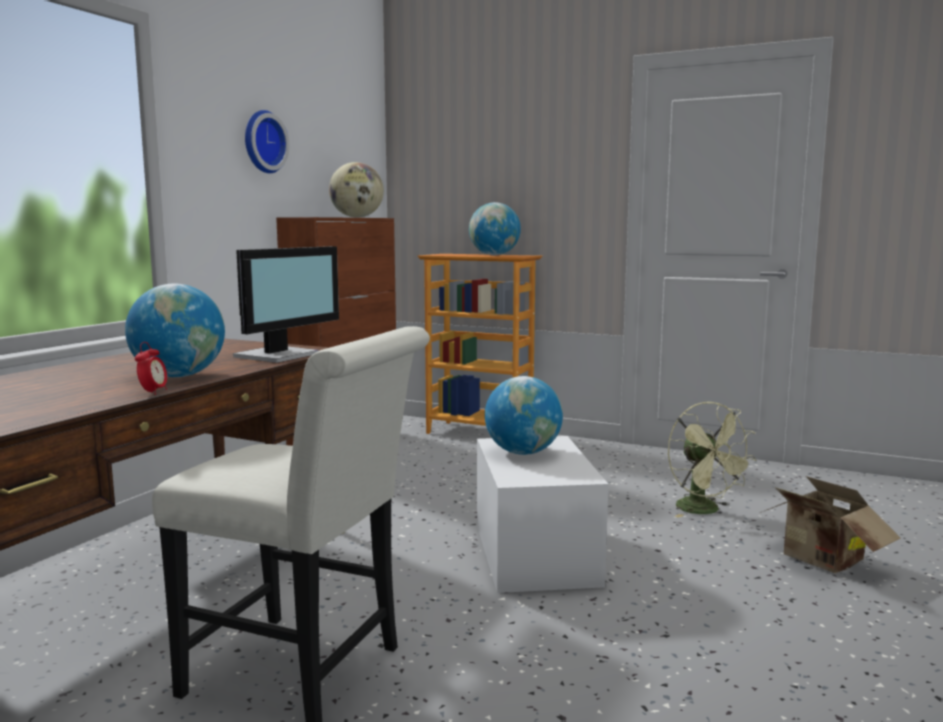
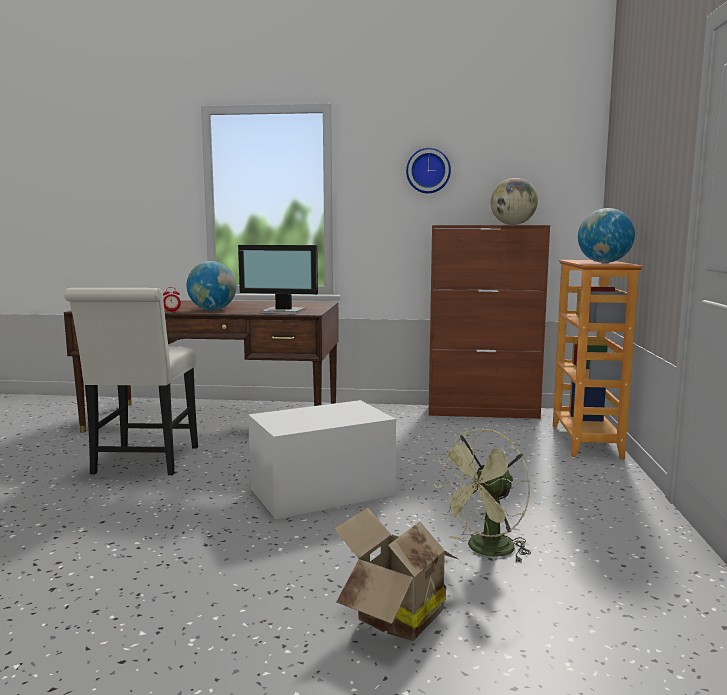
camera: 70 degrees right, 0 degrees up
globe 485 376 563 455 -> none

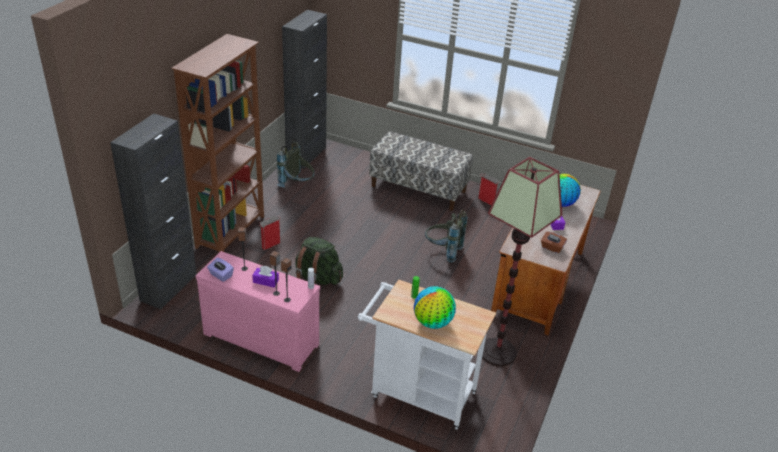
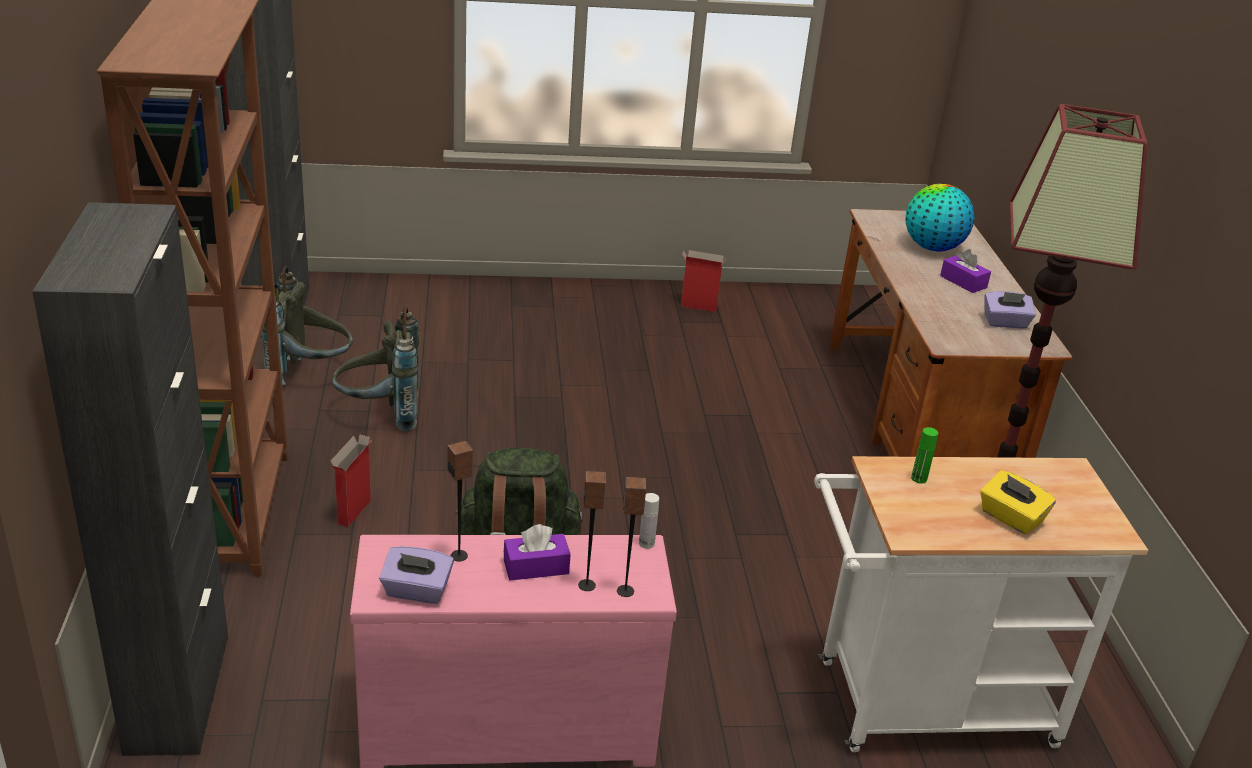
camera: 30 degrees left, 5 degrees down
bench 369 131 473 211 -> none
grey backpack 425 209 467 263 -> grey backpack 332 306 419 431, move
globe 414 286 456 329 -> yellow tissue box 980 470 1056 535
brown tissue box 541 232 567 253 -> purple tissue box 984 291 1036 329

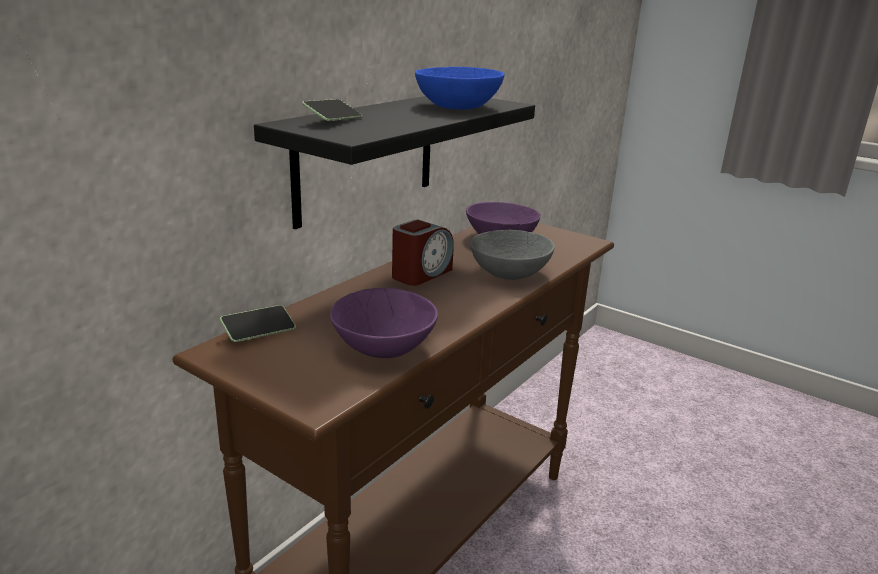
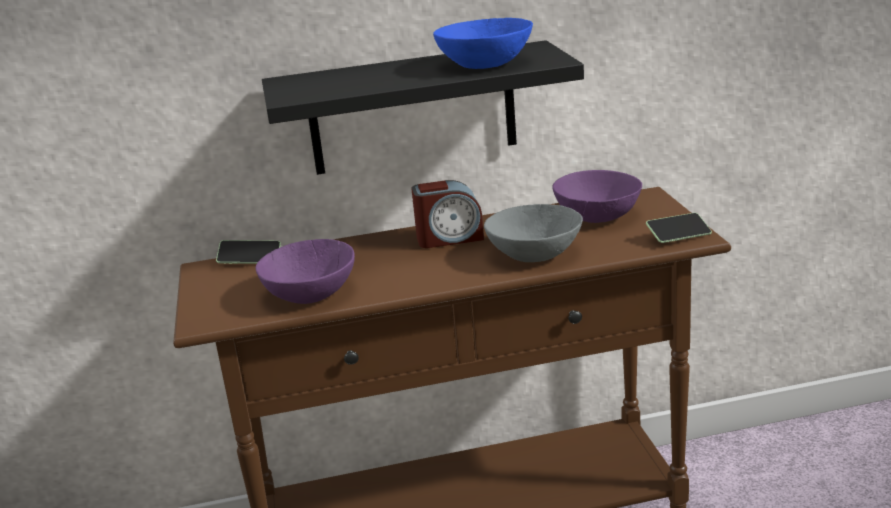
camera: 45 degrees right, 0 degrees up
phone 302 99 362 121 -> phone 646 213 712 243, move

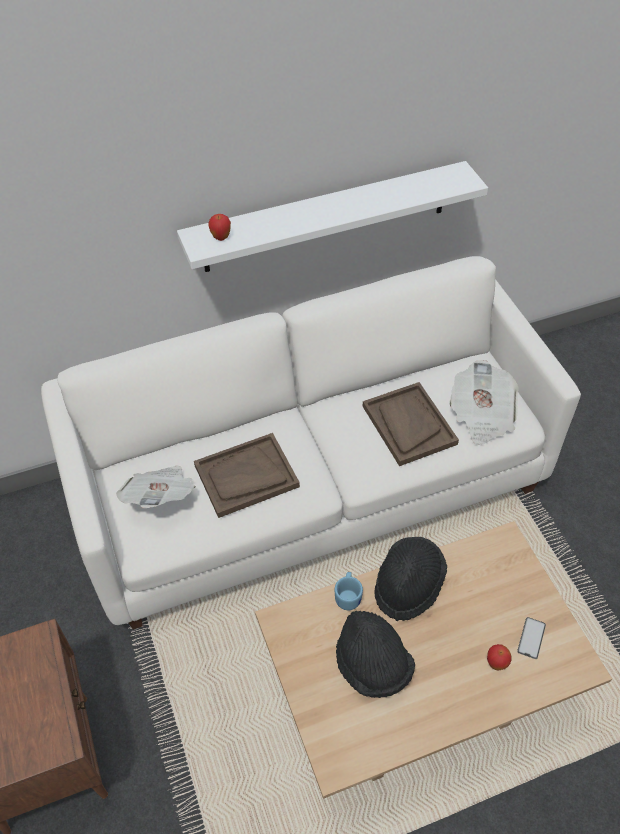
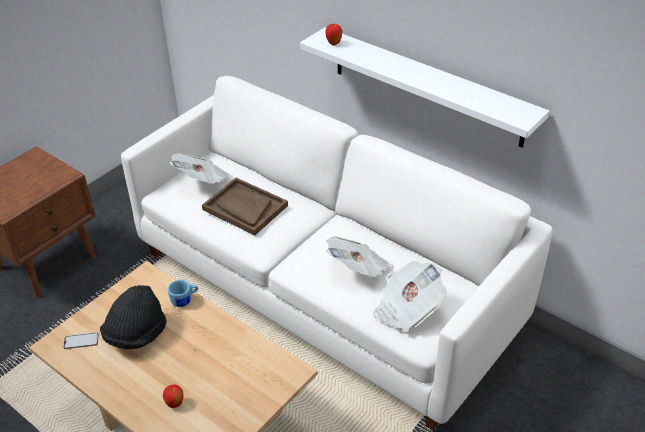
camera: 60 degrees right, 10 degrees down
black hat 374 537 447 621 -> none
phone 517 617 546 659 -> phone 64 332 99 349, move
brown tray 363 382 459 466 -> newspaper 326 236 393 278

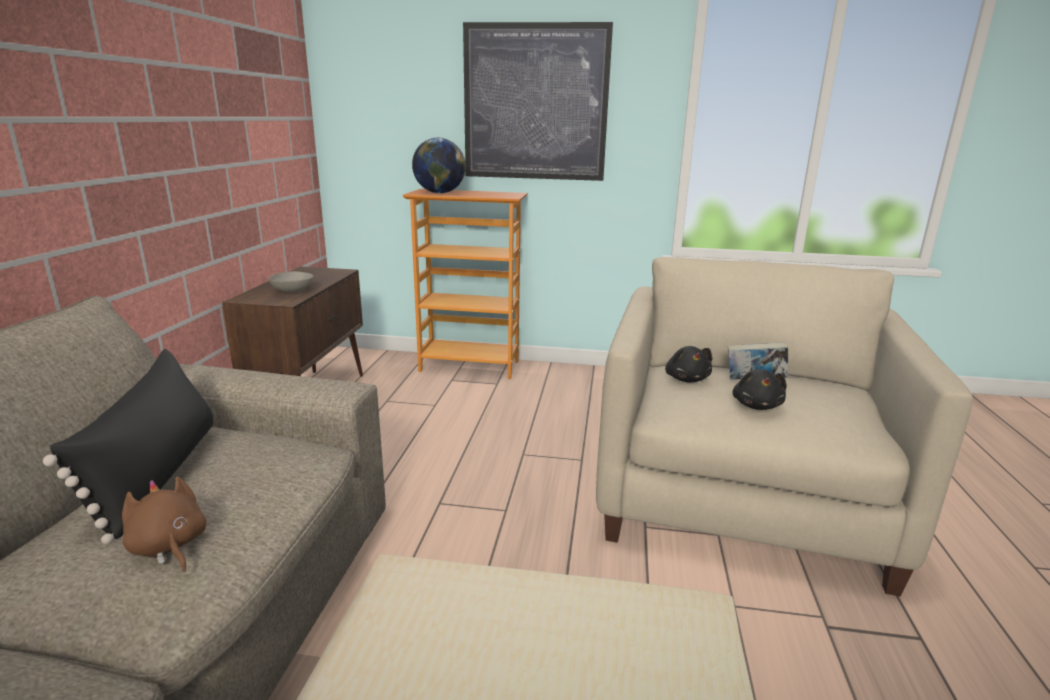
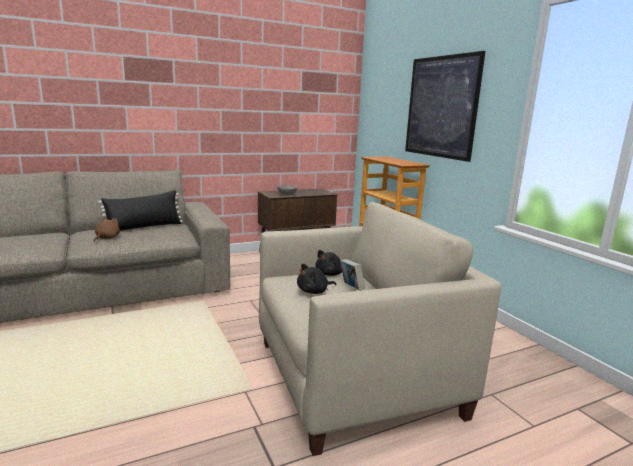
camera: 55 degrees right, 5 degrees down
globe 412 138 466 193 -> none

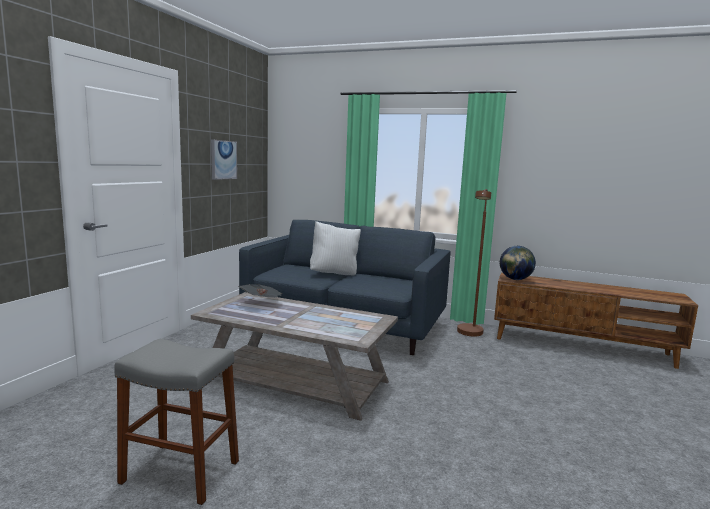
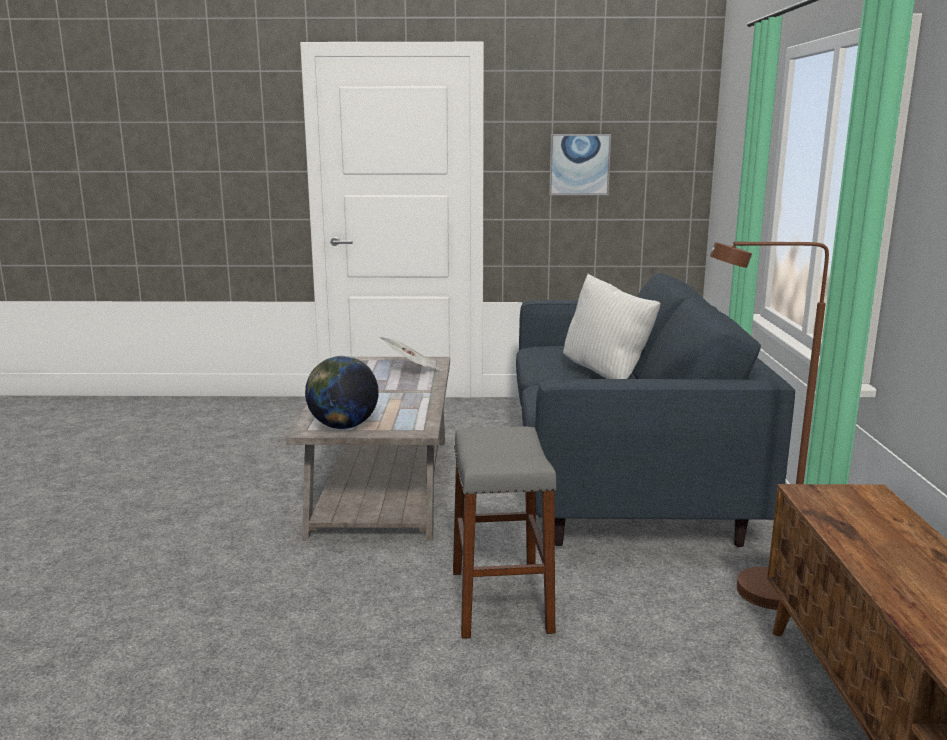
camera: 70 degrees right, 5 degrees up
grey stool 114 339 239 505 -> grey stool 453 426 557 639, move
globe 500 246 536 280 -> globe 305 356 379 429, move

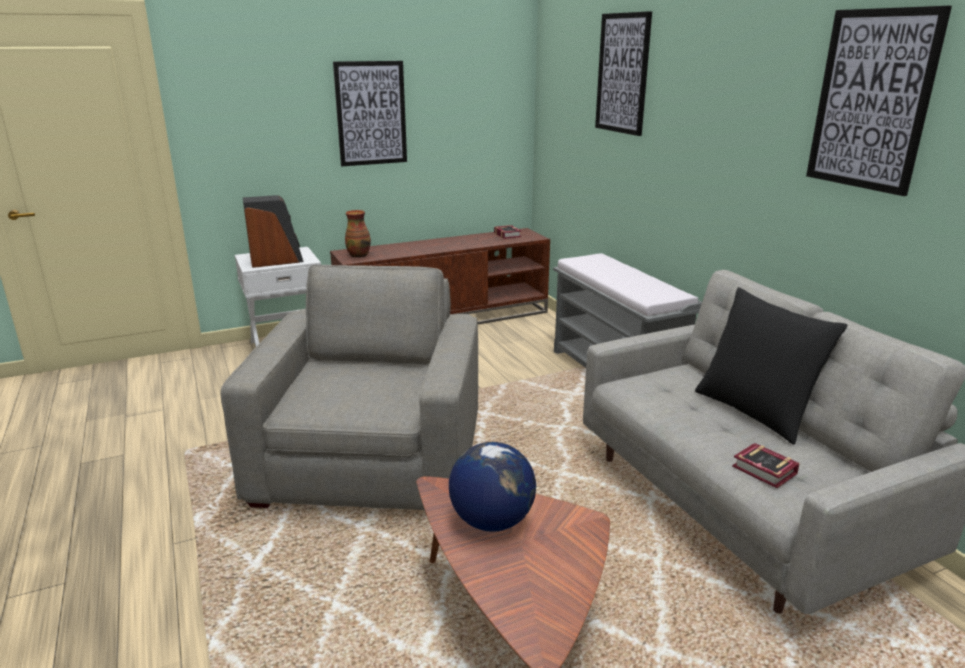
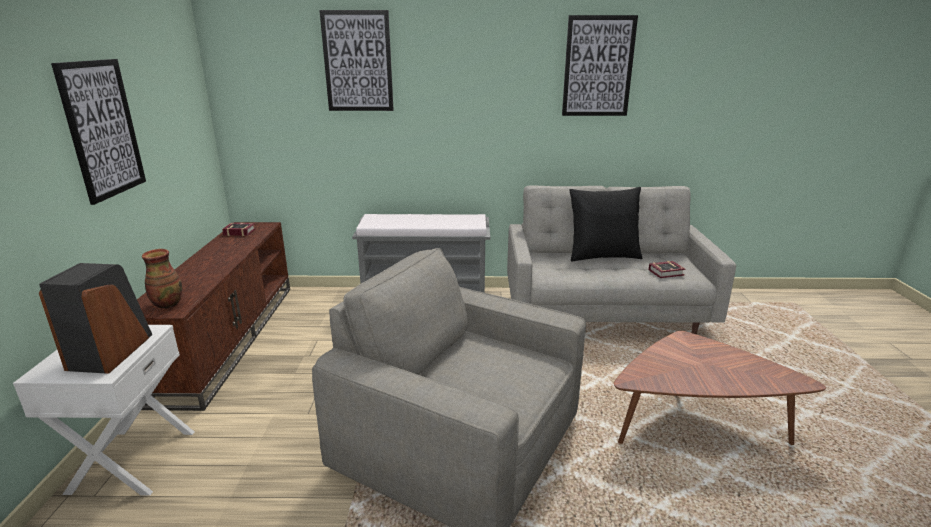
camera: 65 degrees left, 0 degrees up
globe 449 442 536 532 -> none

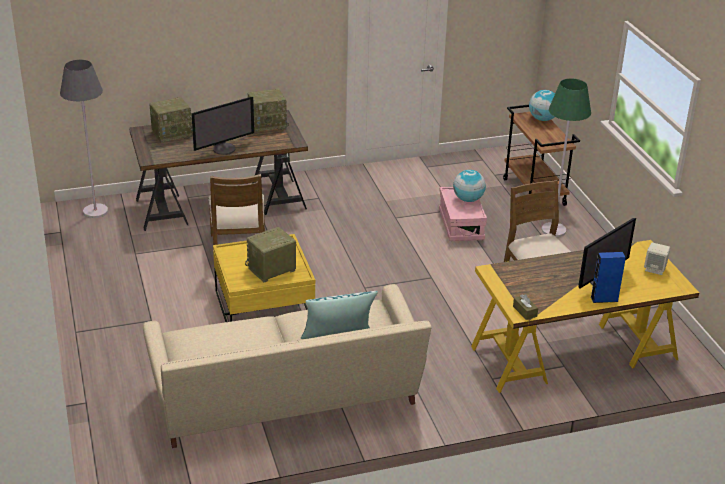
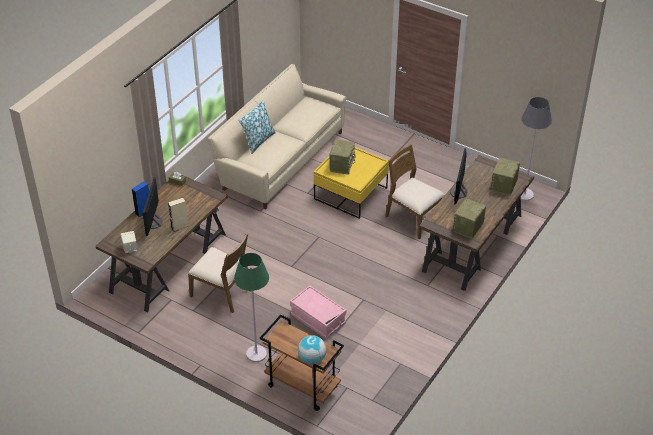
camera: 140 degrees right, 10 degrees up
globe 453 170 486 202 -> none
none -> beige speaker 168 198 189 232
yellow desk 471 240 699 393 -> brown desk 96 175 228 312

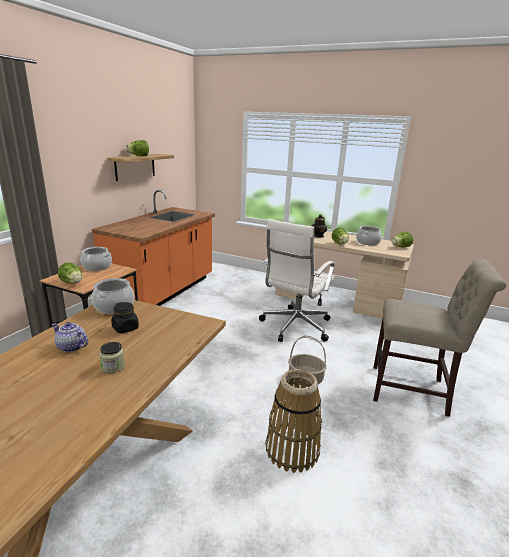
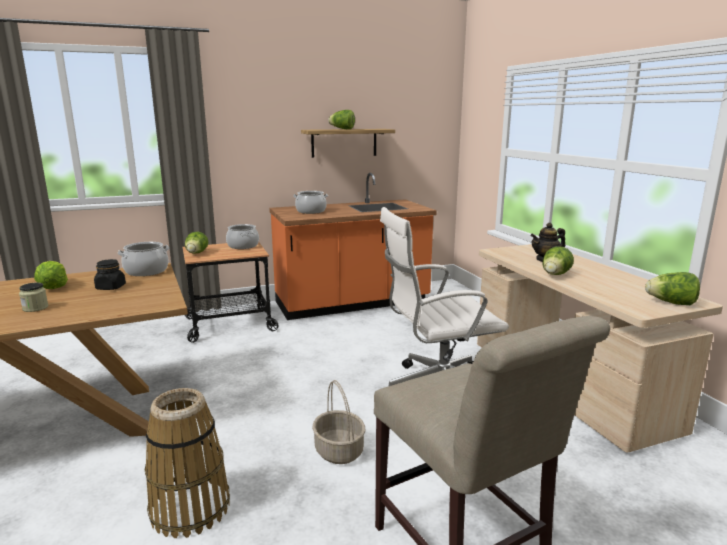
camera: 45 degrees right, 5 degrees down
cooking pot 356 226 382 246 -> cooking pot 293 191 328 214, move
teapot 51 322 88 352 -> lettuce 34 261 68 289

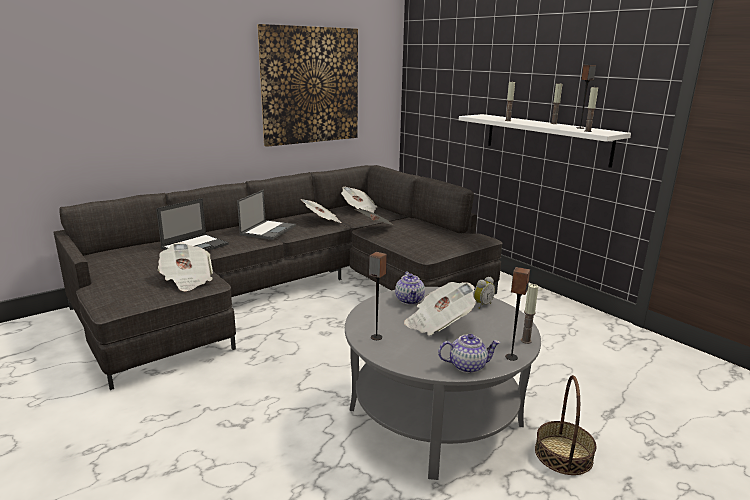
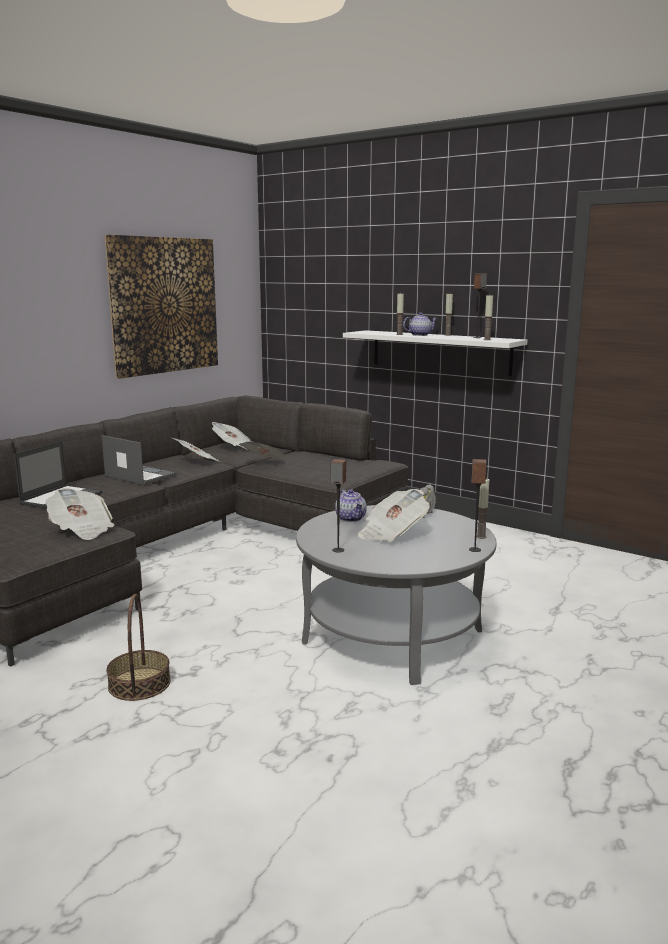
camera: 15 degrees left, 5 degrees down
teapot 438 334 500 373 -> teapot 403 313 438 336, move
basket 535 375 596 475 -> basket 106 594 171 701, move
laptop 237 190 296 240 -> laptop 102 435 177 485, 60 degrees counterclockwise

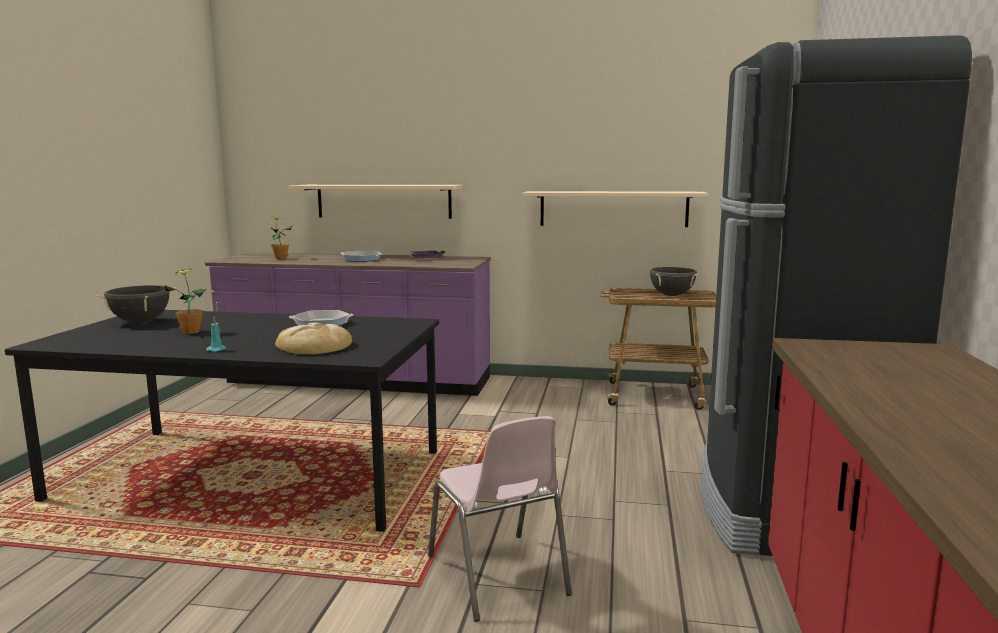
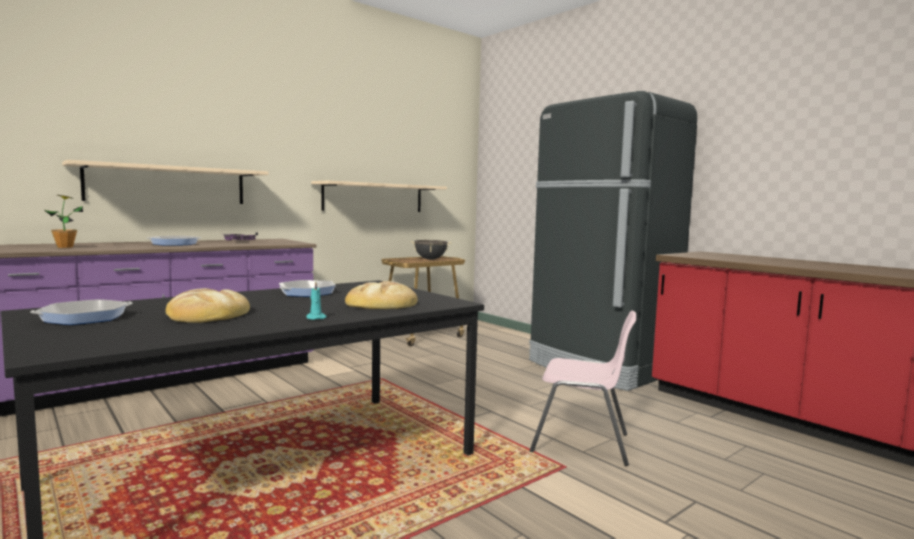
camera: 50 degrees left, 5 degrees down
black cooking pot 96 285 176 323 -> frying pan 30 299 132 325
potted plant 165 268 206 334 -> bread 166 288 250 323

